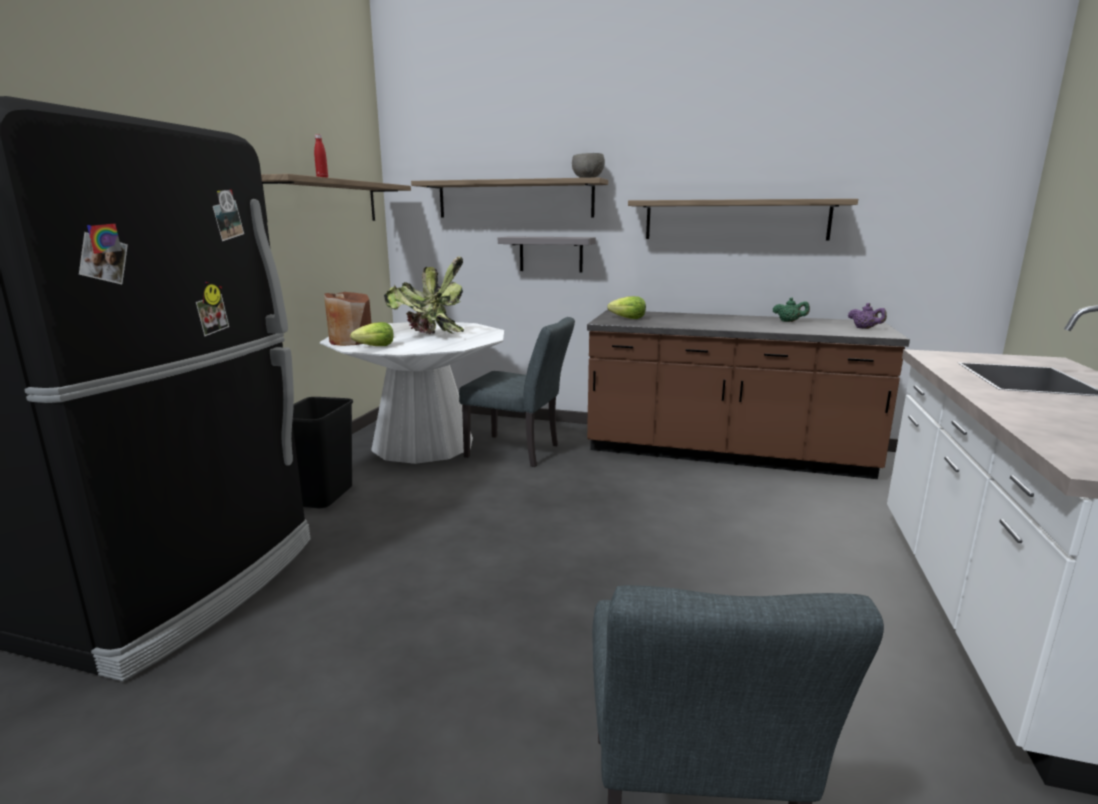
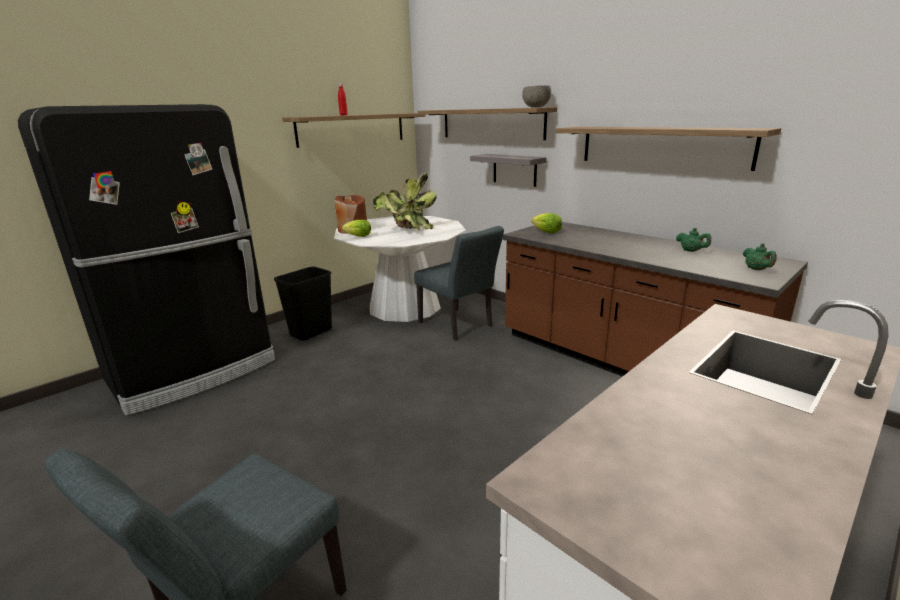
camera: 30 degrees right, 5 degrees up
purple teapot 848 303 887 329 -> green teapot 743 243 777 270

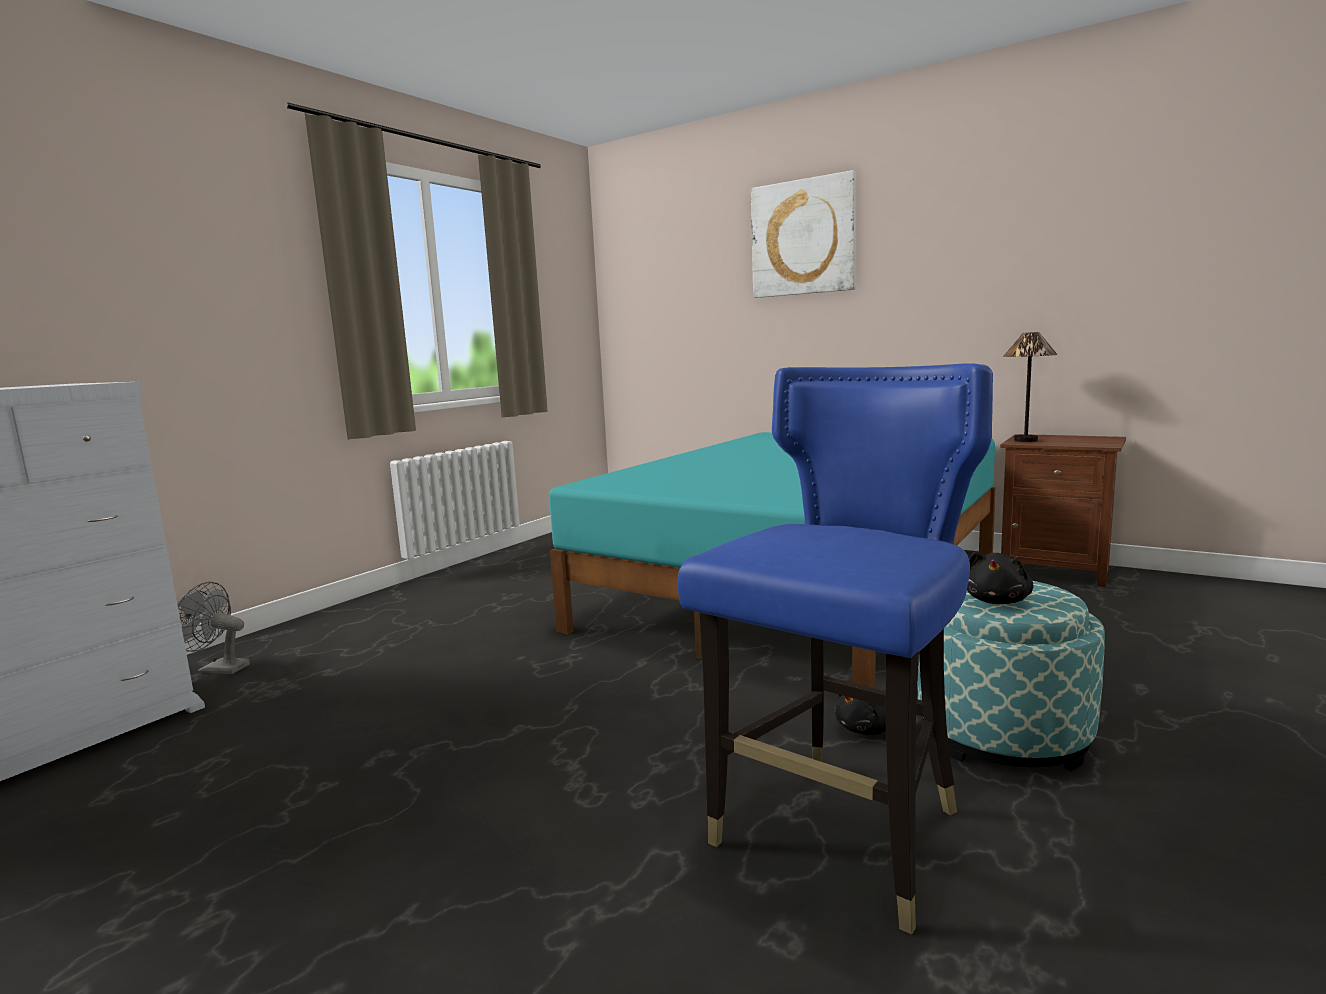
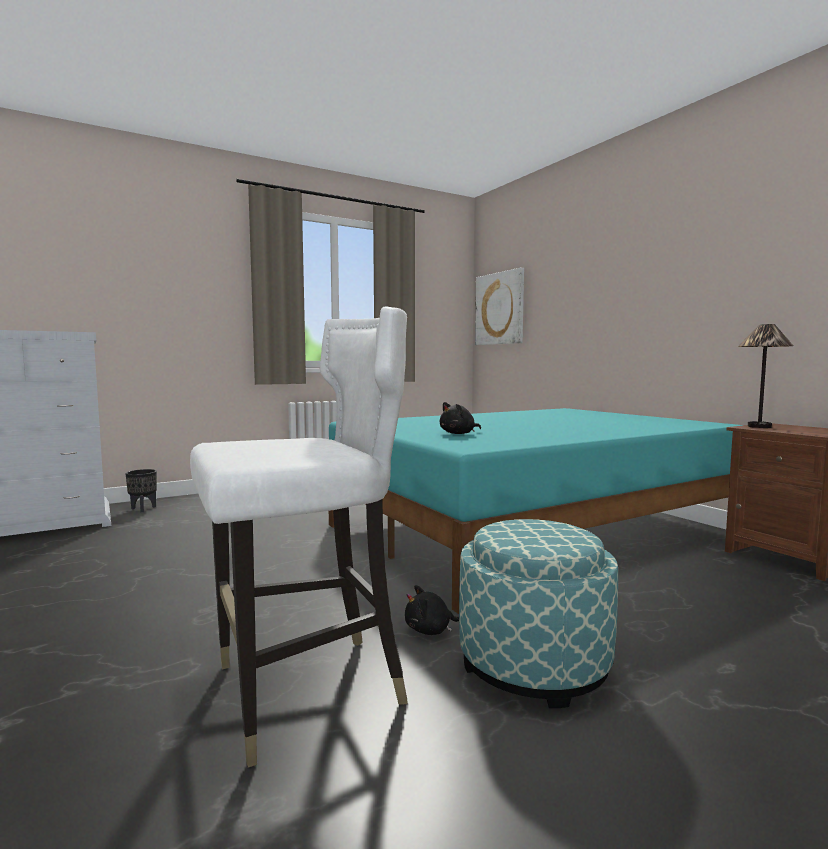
camera: 25 degrees right, 5 degrees down
picture 751 170 856 298 -> picture 475 267 524 345, move
black plush toy 967 551 1033 604 -> black plush toy 439 402 481 434, move
grey fan 177 582 250 674 -> black planter 125 469 157 512
blue chair 677 363 993 934 -> white chair 190 306 407 768

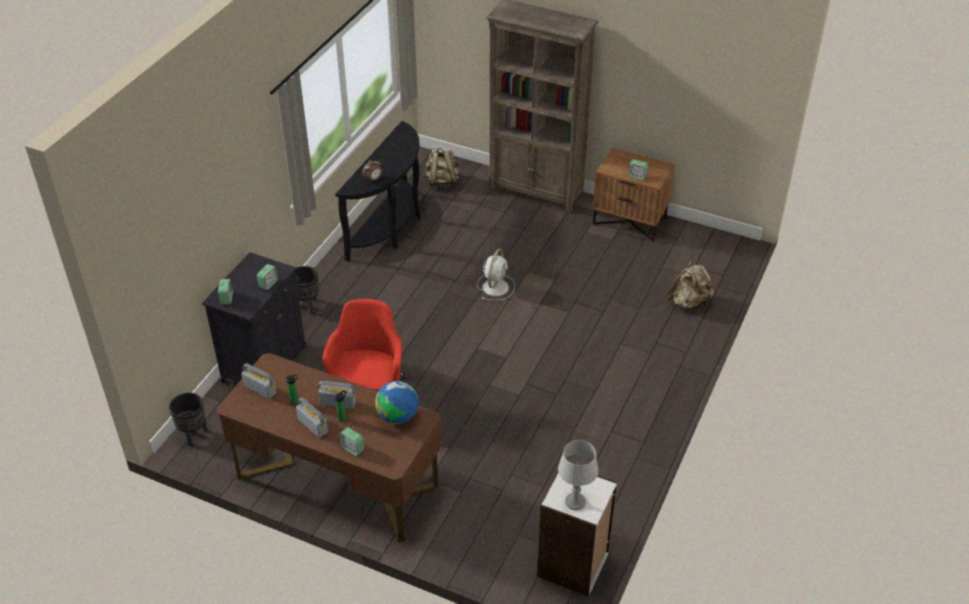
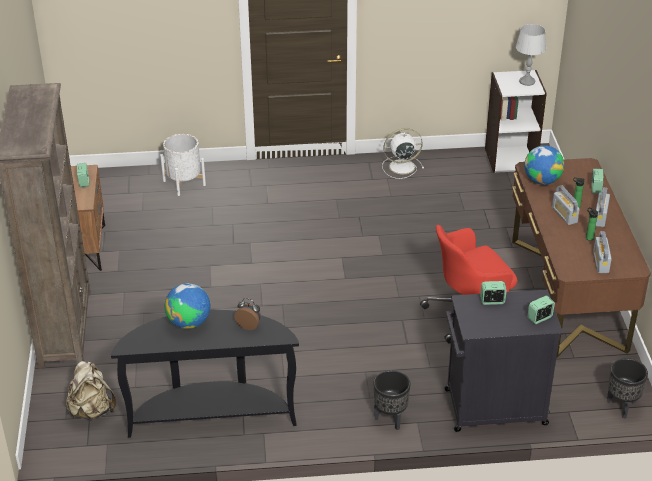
camera: 120 degrees left, 5 degrees down
none -> globe 165 283 210 329
white fan 477 249 515 300 -> white fan 382 128 424 179, move
beige backpack 667 260 714 310 -> white planter 160 134 206 196

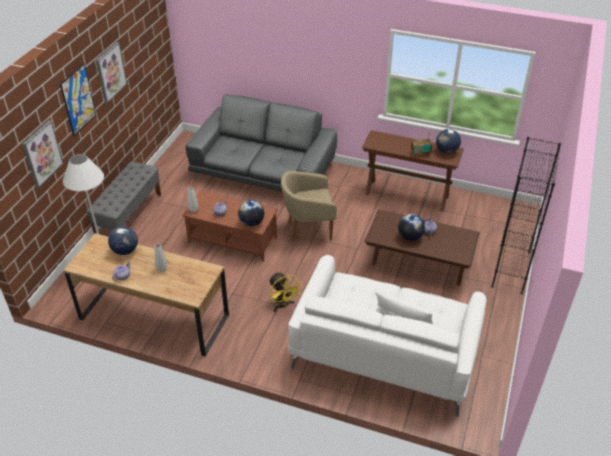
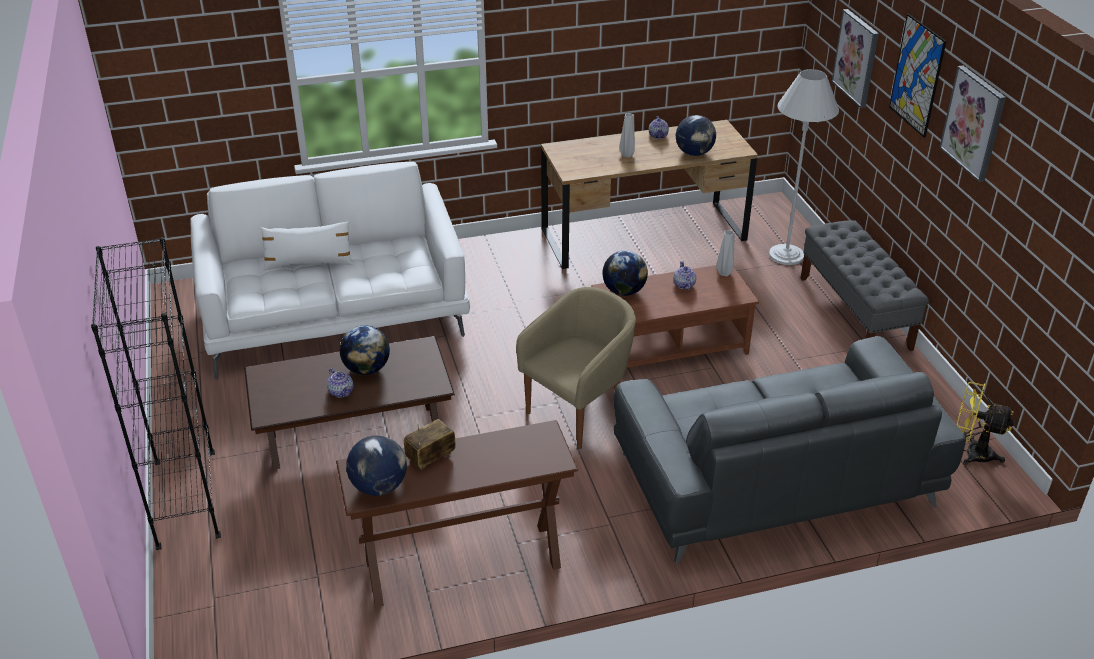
camera: 145 degrees right, 5 degrees down
yellow fan 269 272 303 312 -> yellow fan 956 382 1015 465, move

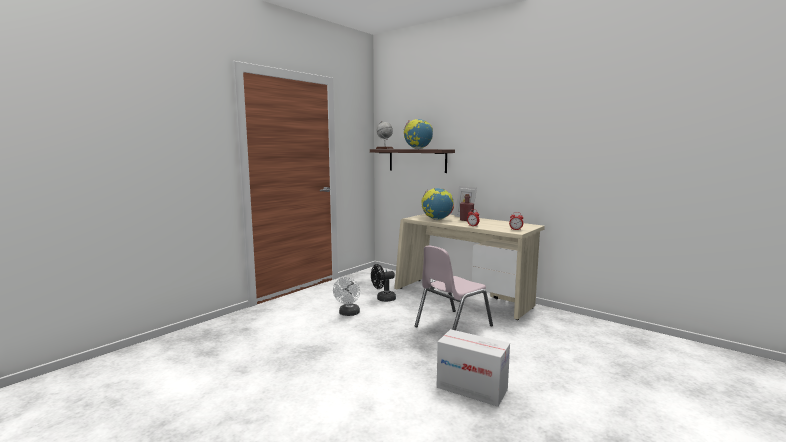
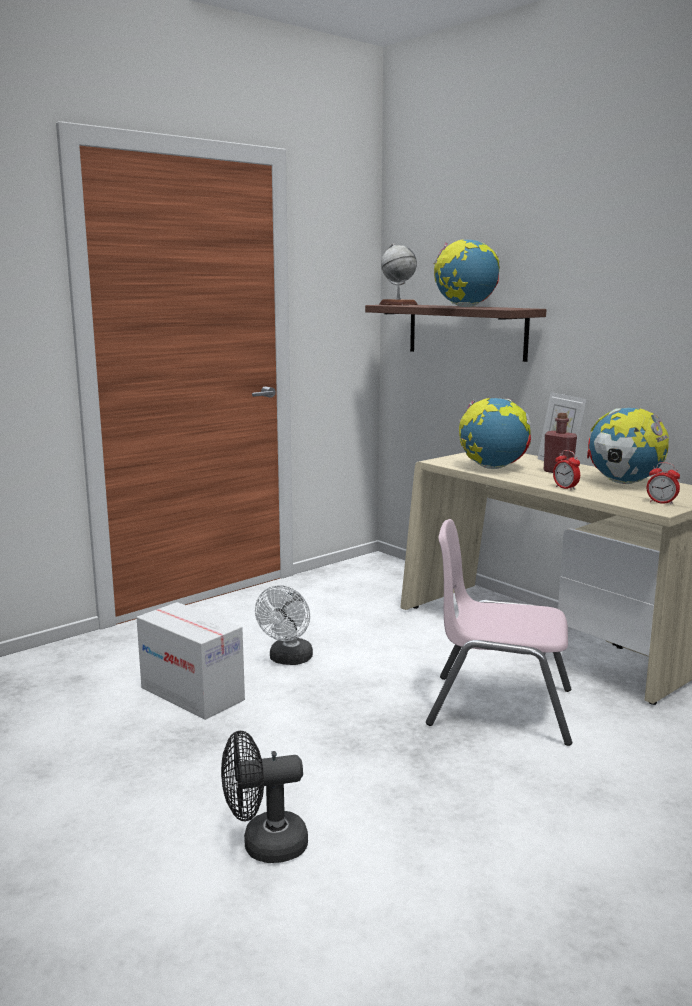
camera: 10 degrees right, 5 degrees up
none -> globe 587 408 669 484
black fan 371 264 396 302 -> black fan 221 731 308 863, move
cardboard box 437 329 510 407 -> cardboard box 136 602 245 720, move
pink chair 415 246 493 330 -> pink chair 426 519 572 746, 45 degrees clockwise

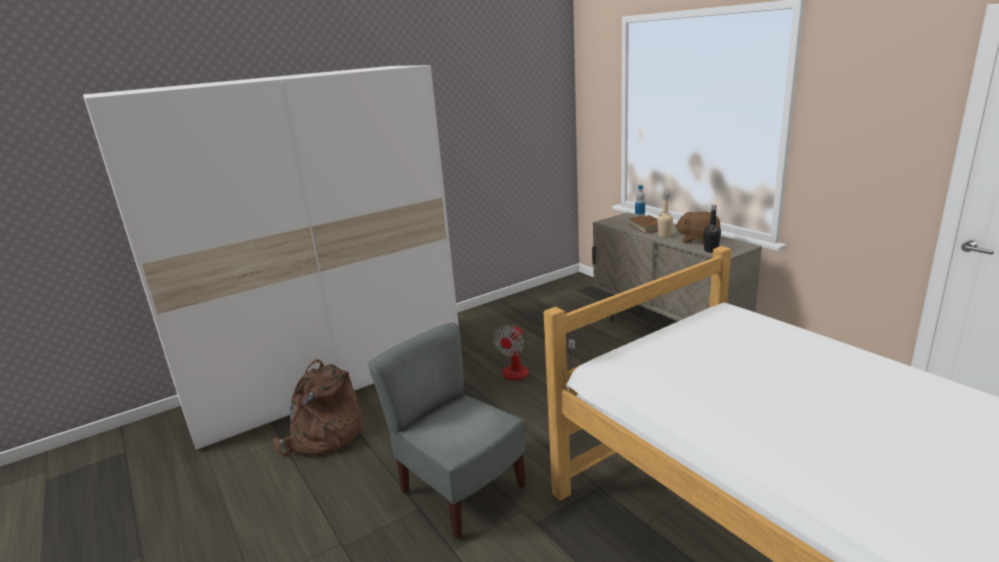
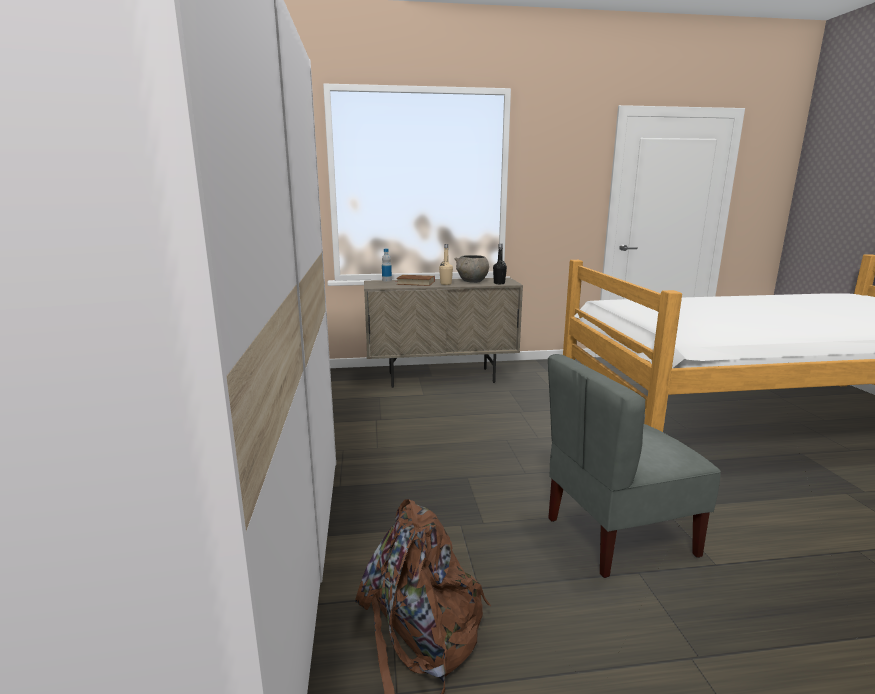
camera: 65 degrees left, 5 degrees down
fan 493 325 575 380 -> none
brown plush toy 675 211 721 244 -> grey bowl 455 255 489 283

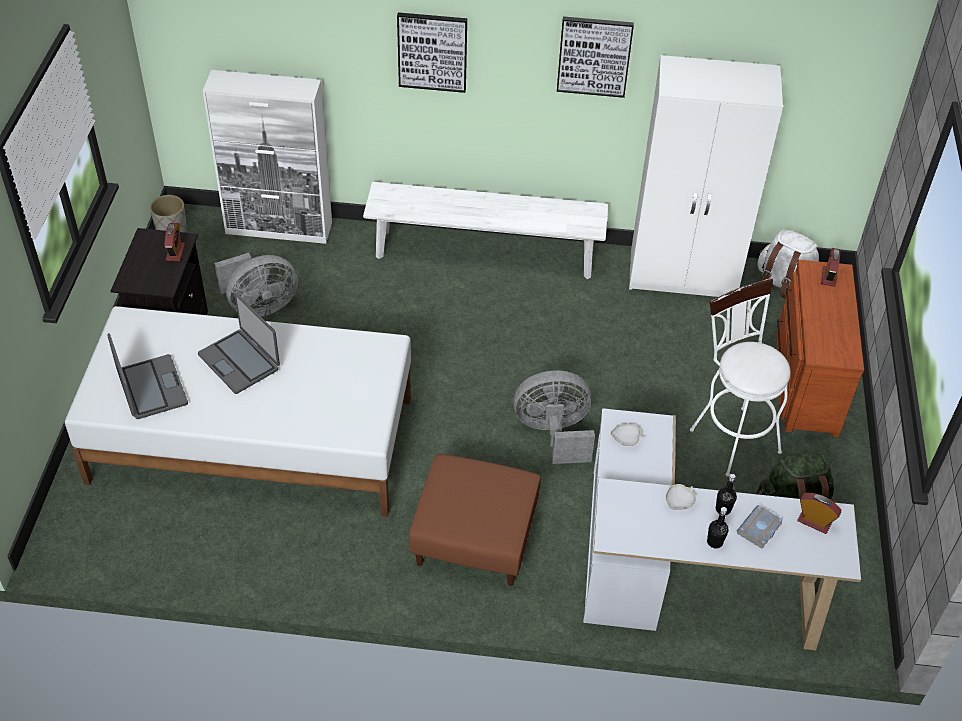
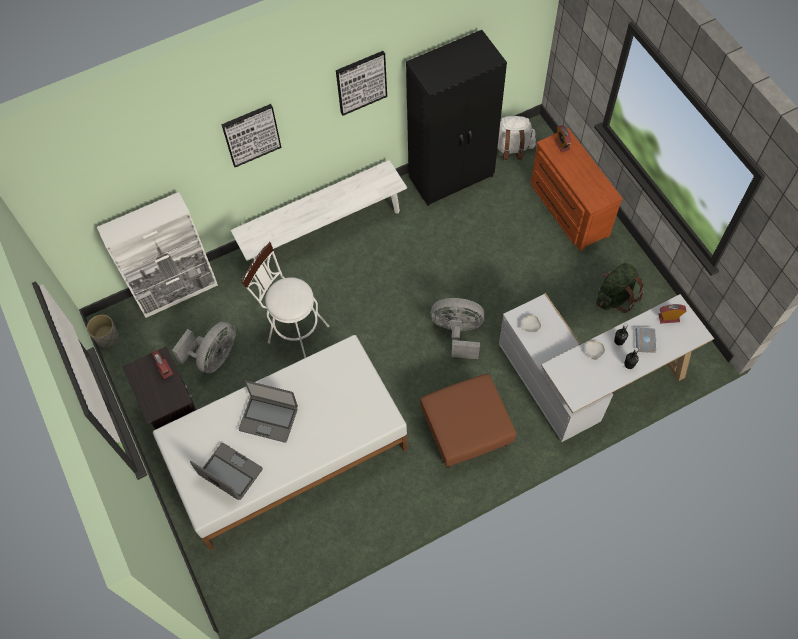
camera: 30 degrees left, 15 degrees up
white stool 690 278 791 477 -> white stool 241 242 329 358, move
white wardrobe 629 55 783 297 -> black wardrobe 406 30 507 206
grey fan 513 371 595 464 -> grey fan 431 298 485 359, 45 degrees clockwise

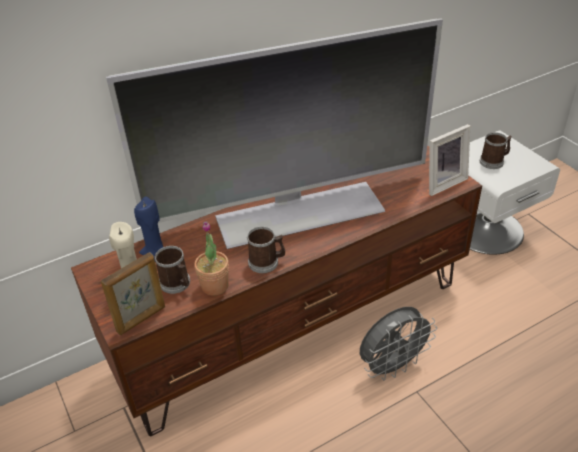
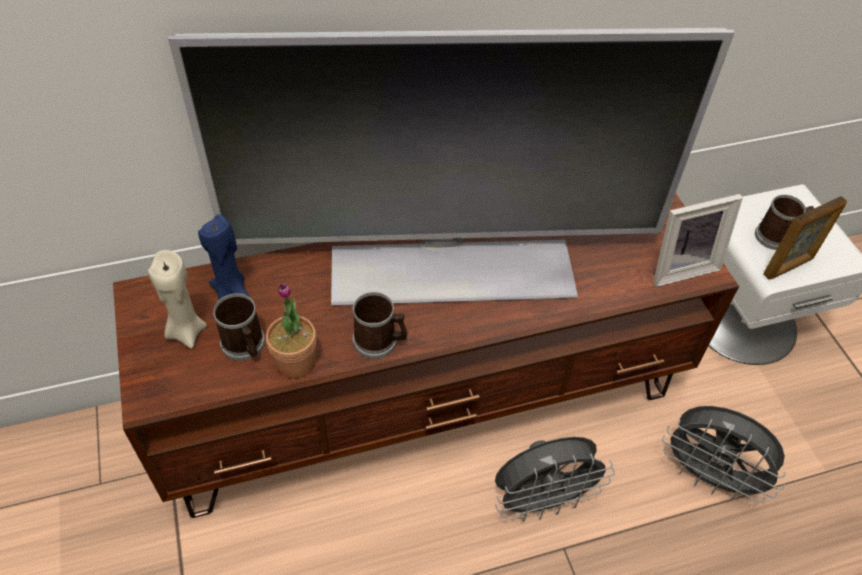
camera: 10 degrees right, 10 degrees up
none -> grey fan 662 406 786 503
picture frame 101 252 165 335 -> picture frame 763 196 847 279, move

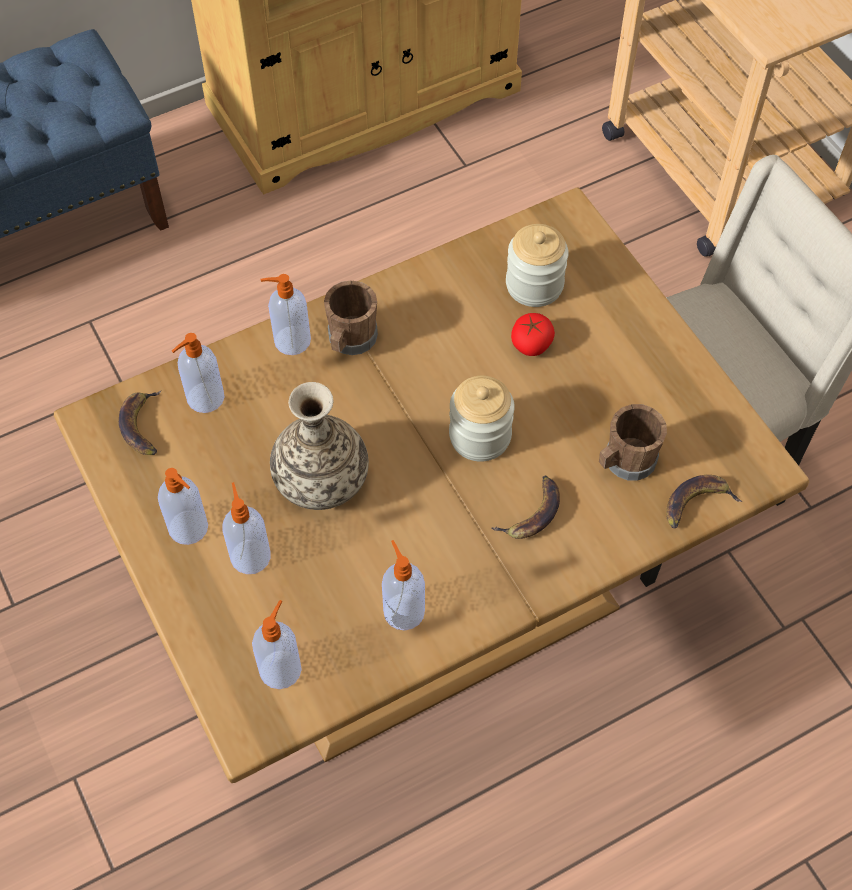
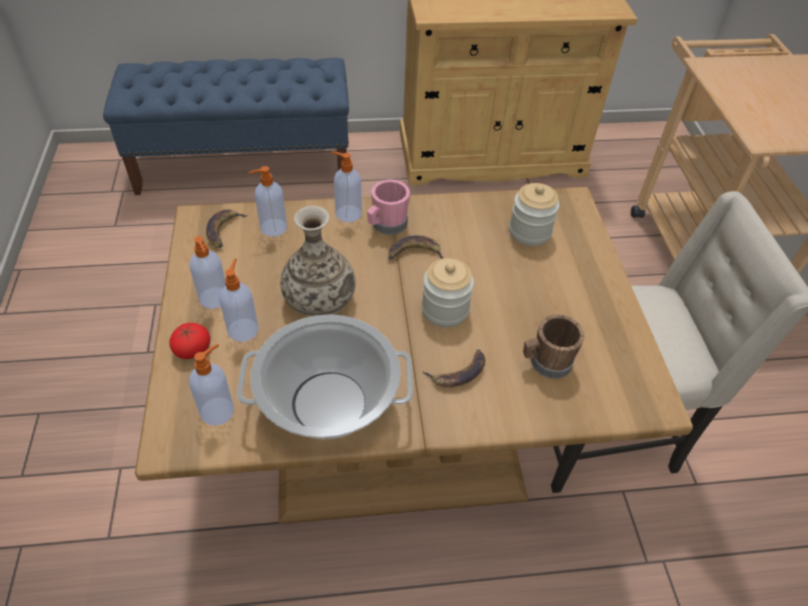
camera: 20 degrees right, 10 degrees down
tomato 511 313 555 356 -> tomato 169 323 210 359, move
banana 666 475 741 529 -> banana 388 236 443 260, move
soap dispenser 382 540 425 631 -> cooking pot 237 314 413 439
brown mug 324 281 378 355 -> pink mug 367 179 410 235

